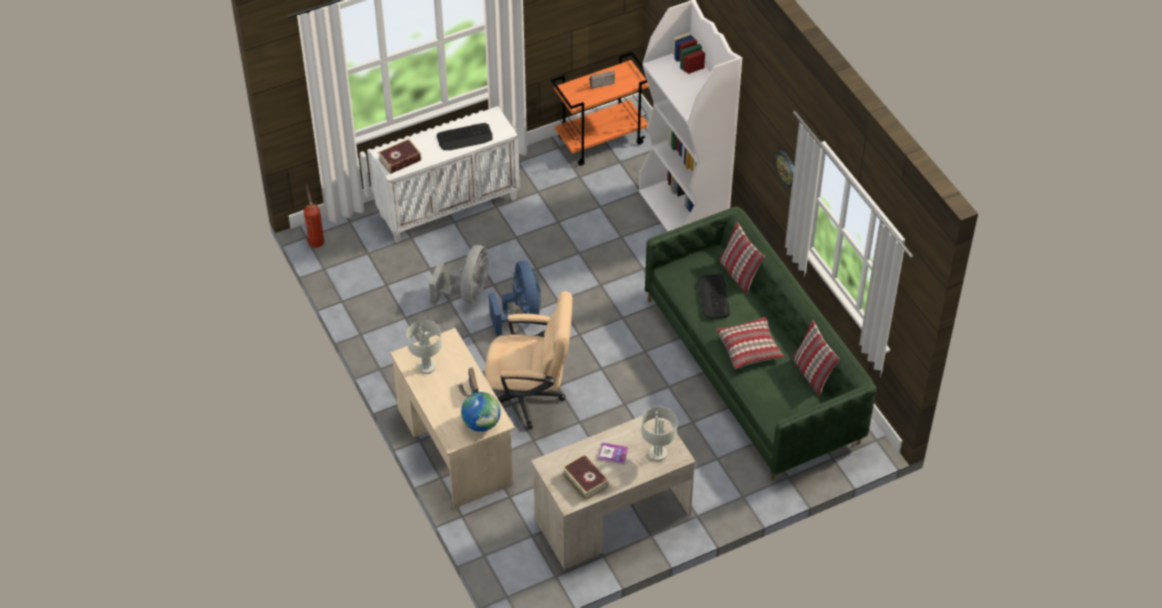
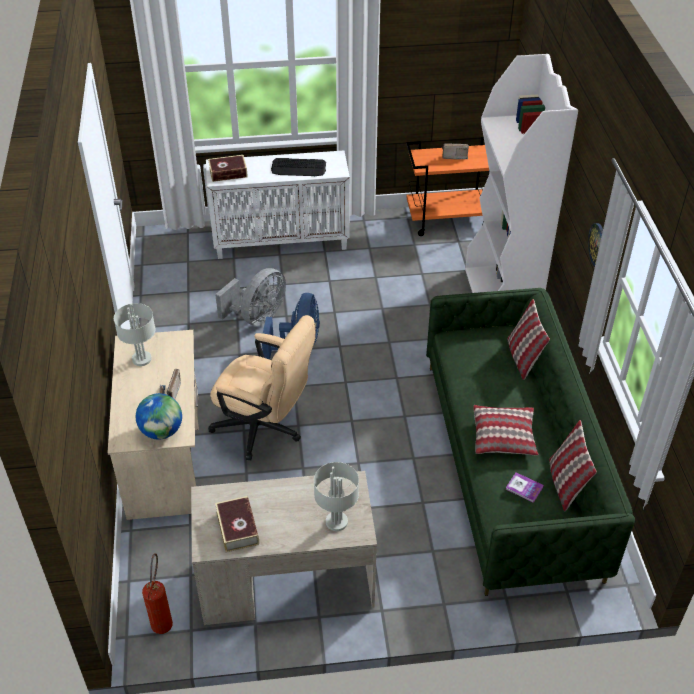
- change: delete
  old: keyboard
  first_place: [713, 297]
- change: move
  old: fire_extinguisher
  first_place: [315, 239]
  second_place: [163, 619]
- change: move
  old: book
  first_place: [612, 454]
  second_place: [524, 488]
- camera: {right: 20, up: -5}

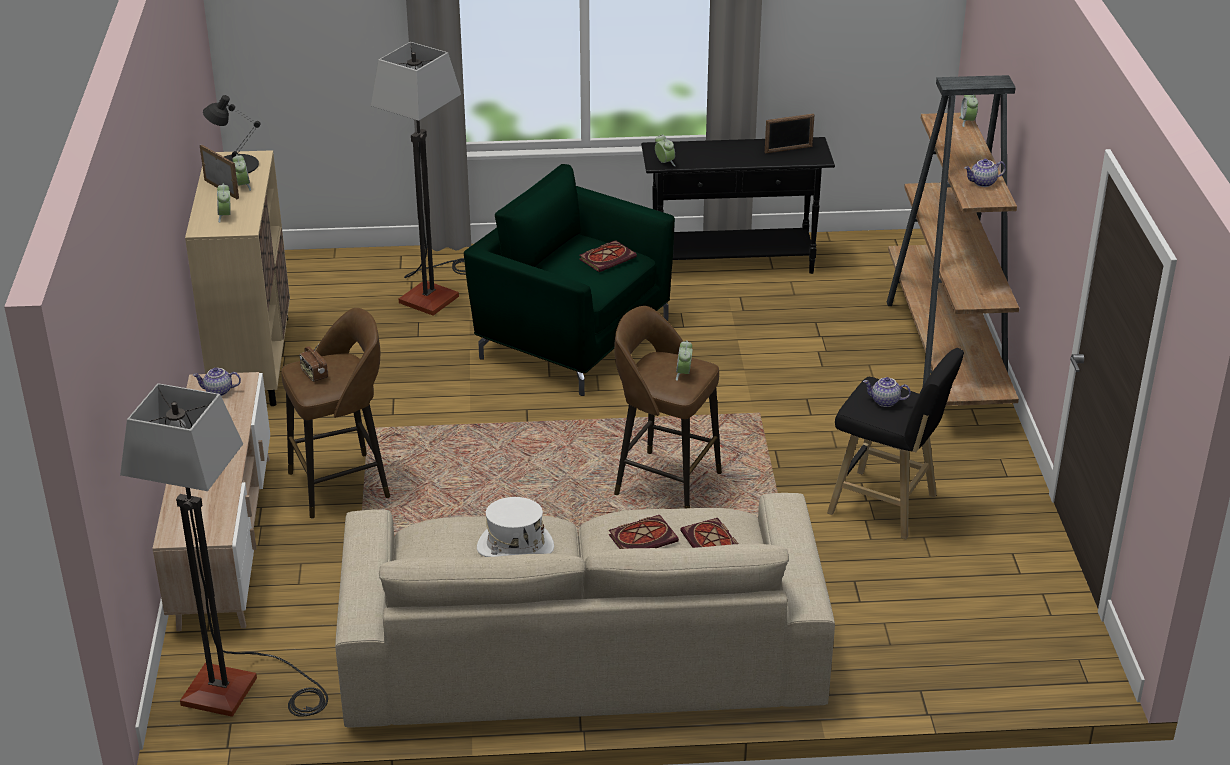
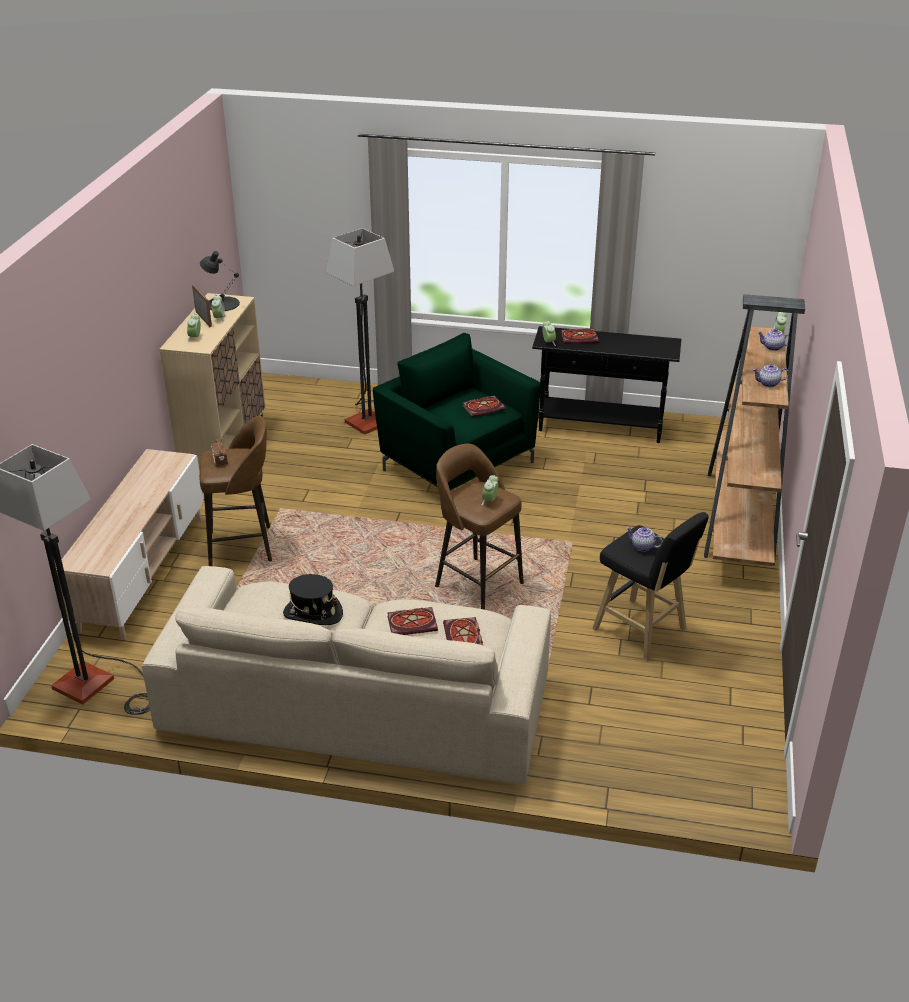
- change: delete
  old: picture_frame
  first_place: [788, 149]
- change: insert
  new: book
  second_place: [580, 337]
- change: move
  old: teapot
  first_place: [218, 391]
  second_place: [772, 347]
- change: recolor
  old: white_hat
  new: black_hat
  first_place: [515, 547]
  second_place: [312, 613]
- camera: {right: 15, up: 0}

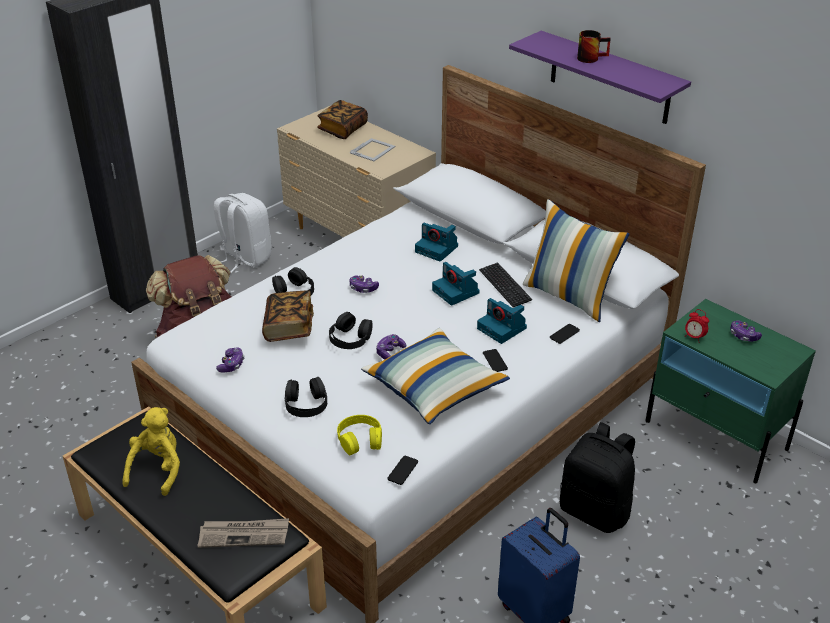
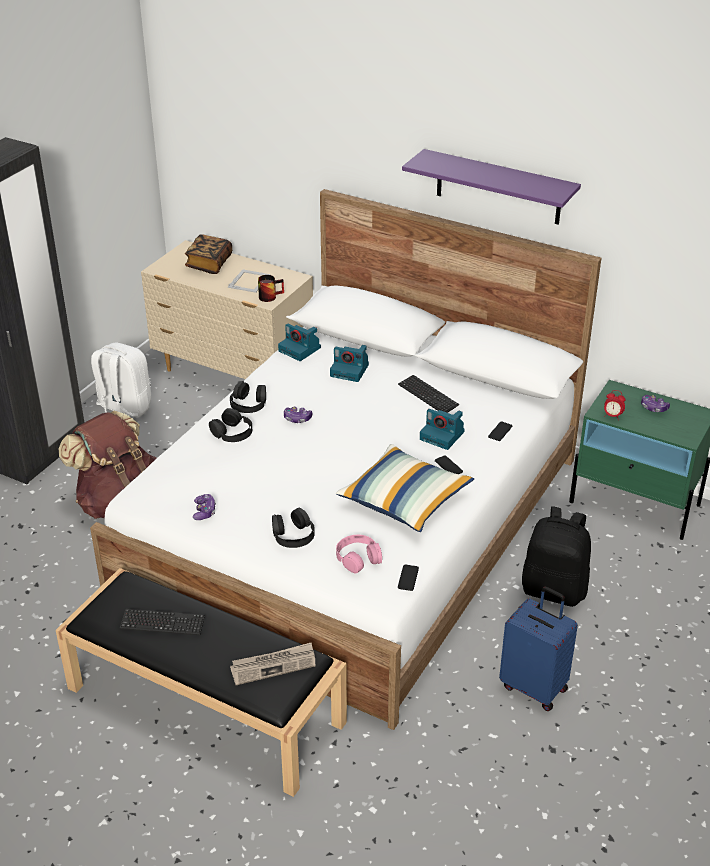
- change: delete
  old: book
  first_place: [289, 327]
- change: delete
  old: game_controller
  first_place: [390, 351]
- change: delete
  old: pillow
  first_place: [569, 296]
- change: move
  old: black_headphones
  first_place: [350, 338]
  second_place: [248, 403]
- change: move
  old: photo_camera
  first_place: [456, 292]
  second_place: [300, 349]
- change: move
  old: mug
  first_place: [591, 57]
  second_place: [270, 296]
- change: replace
  old: yellow_plush_toy
  new: keyboard
  first_place: [158, 469]
  second_place: [162, 623]
- change: recolor
  old: yellow_headphones
  new: pink_headphones
  first_place: [360, 440]
  second_place: [358, 558]
- camera: {right: -15, up: 0}

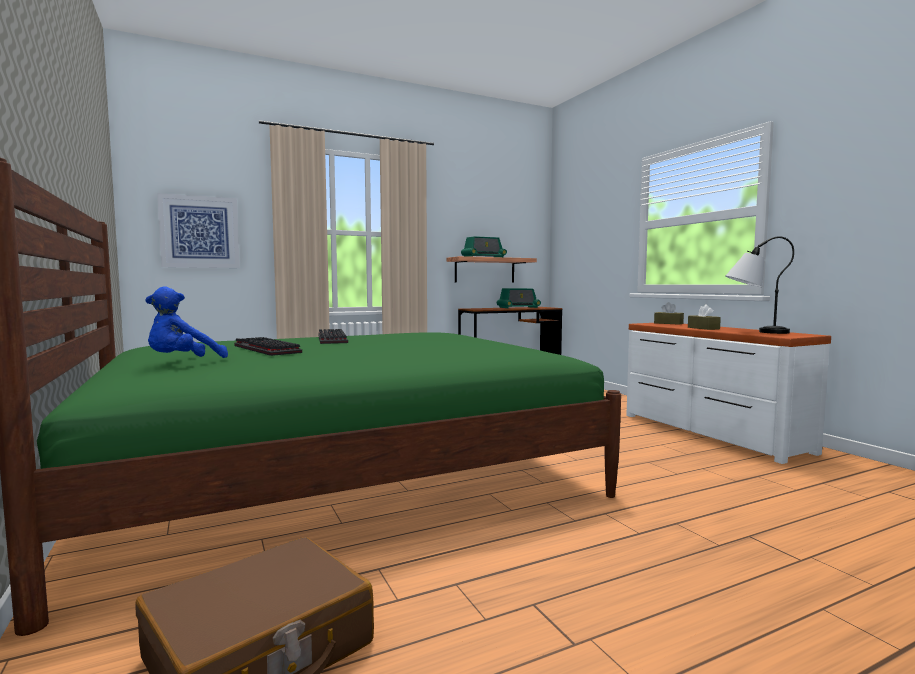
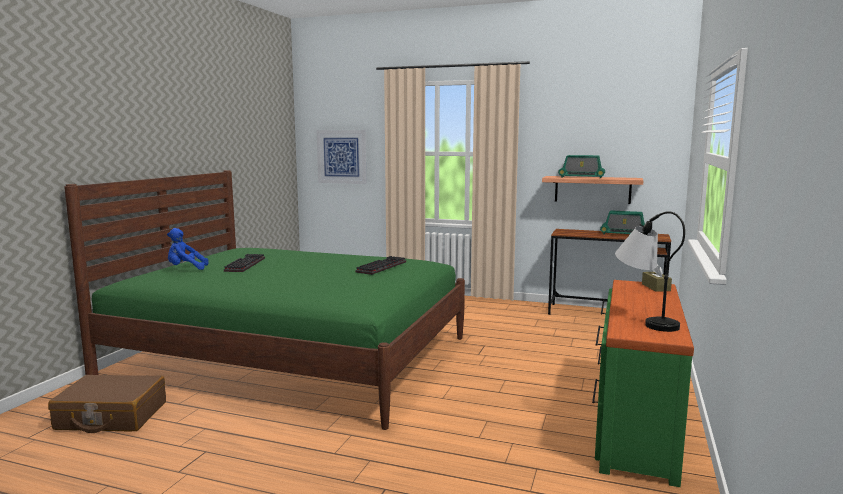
- change: delete
  old: brown_tissue_box
  first_place: [703, 328]
- change: move
  old: keyboard
  first_place: [330, 339]
  second_place: [381, 267]
- change: recolor
  old: white_dresser
  new: green_dresser
  first_place: [709, 433]
  second_place: [634, 423]
- camera: {right: 45, up: 5}

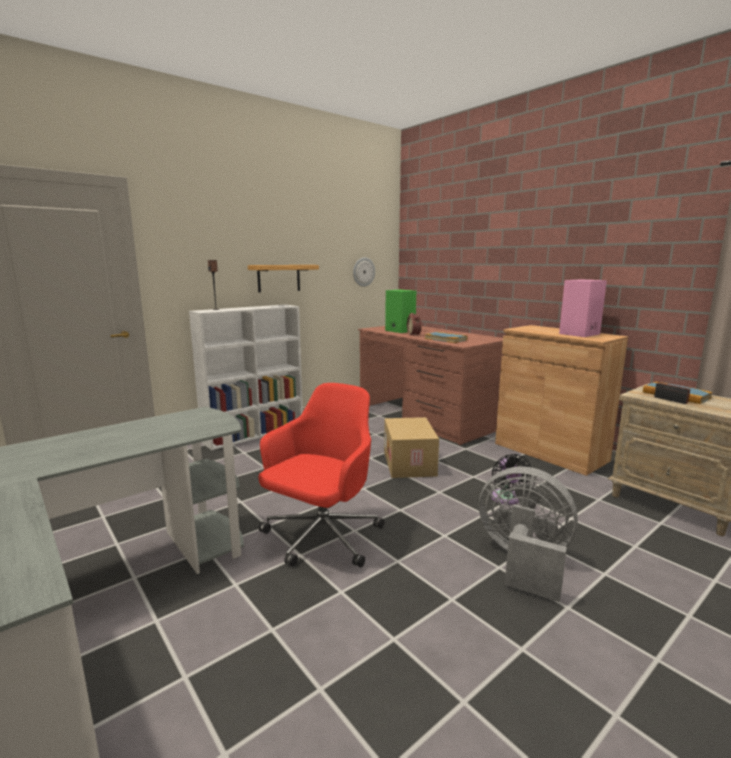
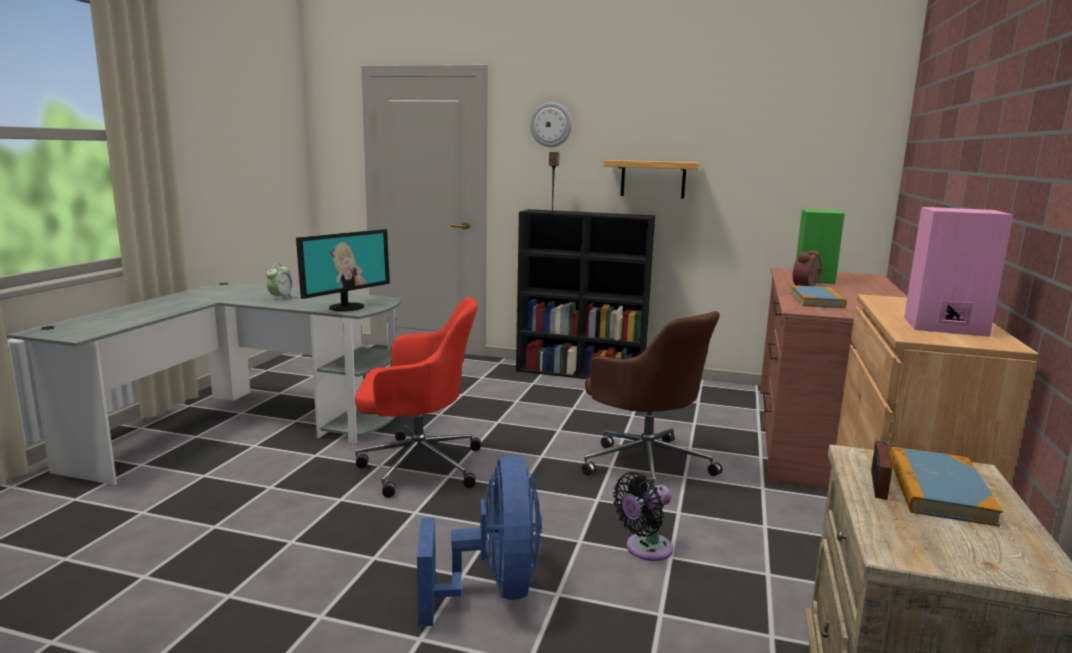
- change: insert
  new: alarm_clock
  second_place: [280, 298]
- change: insert
  new: monitor
  second_place: [346, 307]
- change: move
  old: wall_clock
  first_place: [363, 272]
  second_place: [551, 124]
- change: replace
  old: cardboard_box
  new: brown_office_chair
  first_place: [410, 464]
  second_place: [645, 464]
- change: recolor
  old: white_bookcase
  new: black_bookcase
  first_place: [255, 433]
  second_place: [581, 373]
- change: recolor
  old: grey_fan
  new: blue_fan
  first_place: [523, 561]
  second_place: [493, 590]
- camera: {right: 55, up: 0}

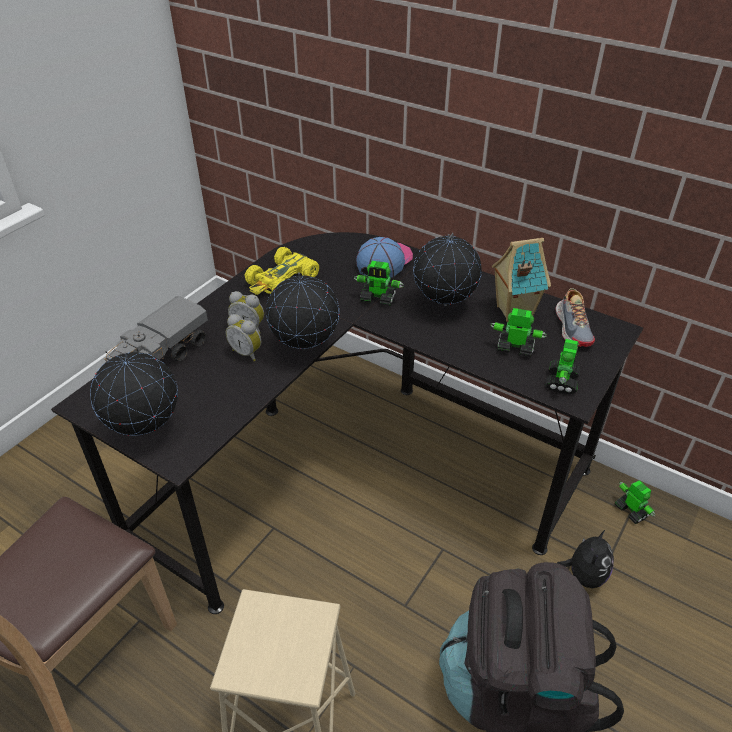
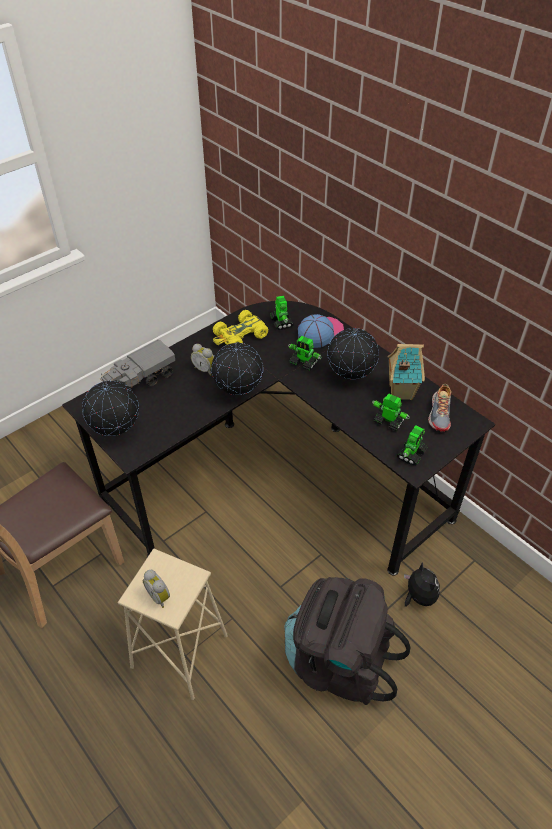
- change: move
  old: alarm_clock
  first_place: [247, 352]
  second_place: [160, 596]
- change: move
  old: toy_robot
  first_place: [631, 510]
  second_place: [281, 322]
- change: rotate
  old: plush_toy
  first_place: [583, 575]
  second_place: [418, 597]
  degrees: -60
- camera: {right: 15, up: 5}

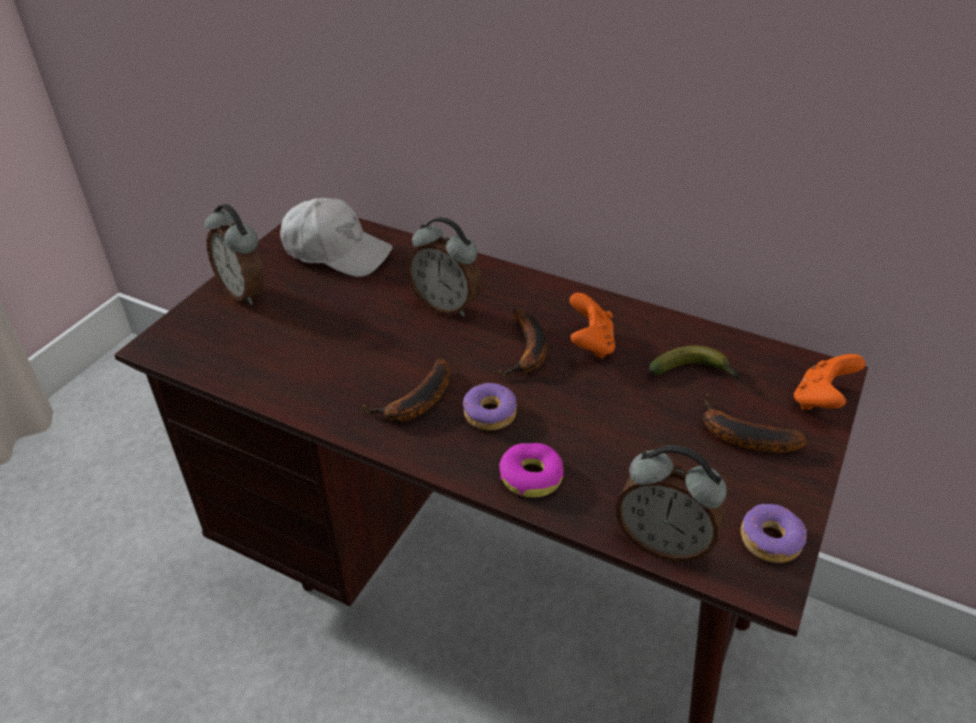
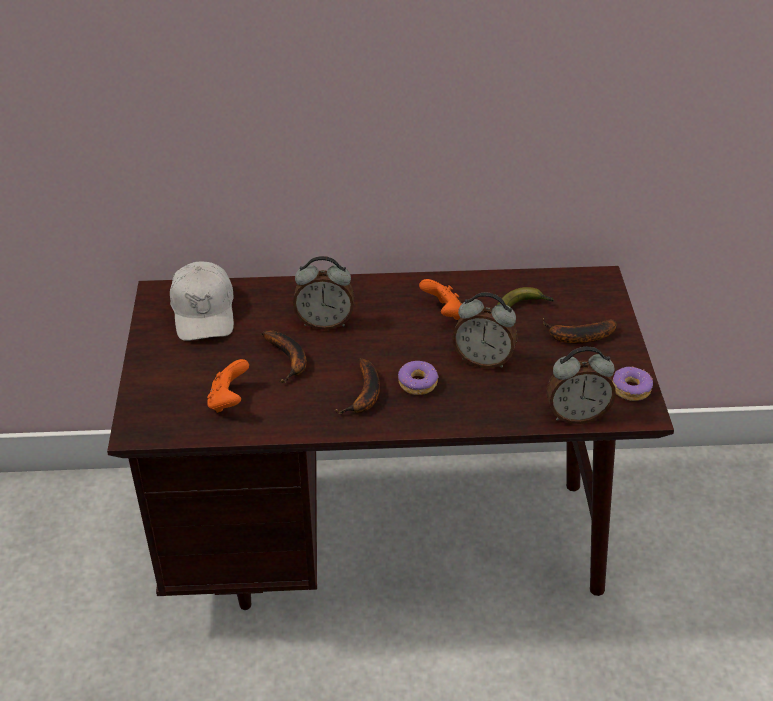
- change: delete
  old: donut
  first_place: [531, 476]
- change: move
  old: alarm_clock
  first_place: [244, 291]
  second_place: [483, 360]
- change: move
  old: banana
  first_place: [528, 352]
  second_place: [289, 360]
- change: move
  old: orange_game_controller
  first_place: [820, 400]
  second_place: [229, 400]
- change: rotate
  old: white_cap
  first_place: [336, 251]
  second_place: [204, 312]
  degrees: 90
- camera: {right: -30, up: 0}

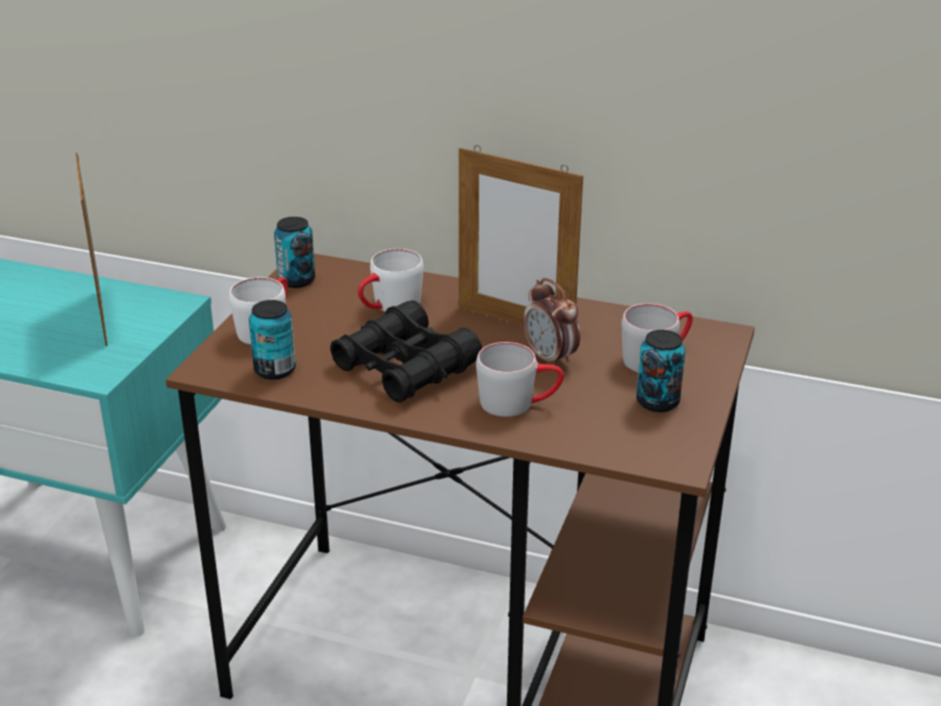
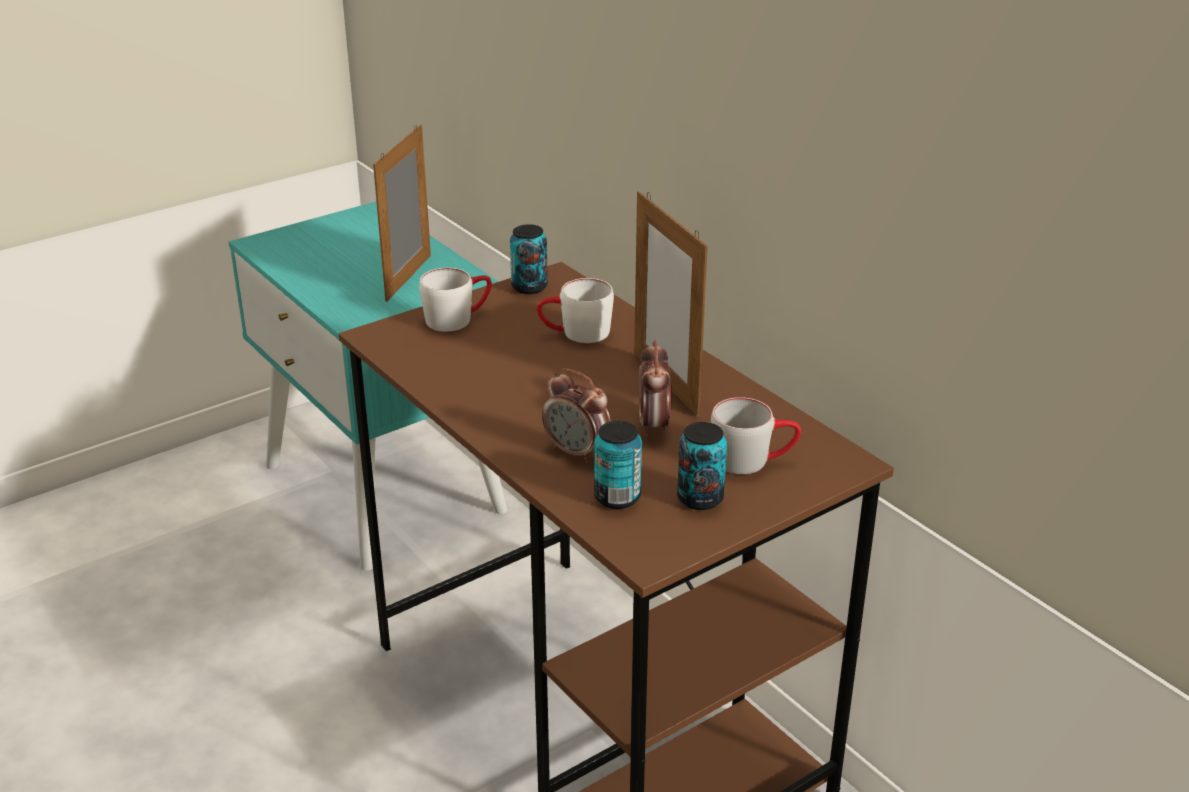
- change: delete
  old: black_binoculars
  first_place: [405, 367]
- change: move
  old: can
  first_place: [275, 370]
  second_place: [617, 497]
- change: replace
  old: grey_mug
  new: alarm_clock
  first_place: [519, 403]
  second_place: [577, 452]
- camera: {right: 35, up: 0}

